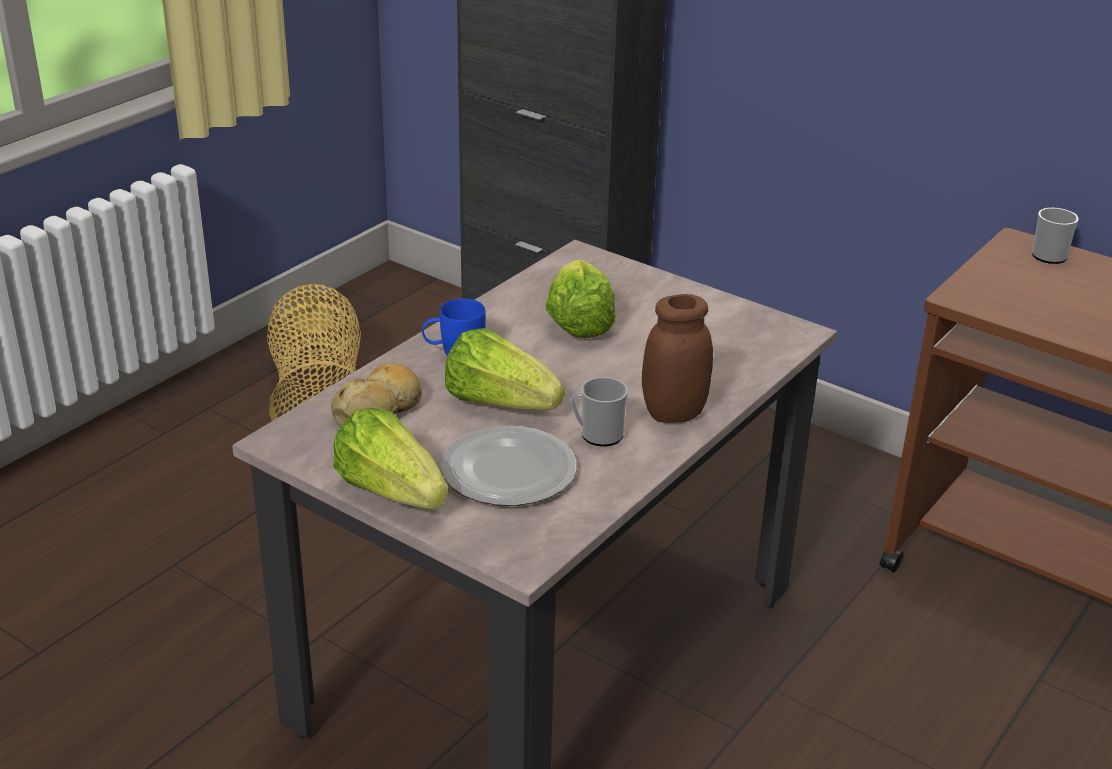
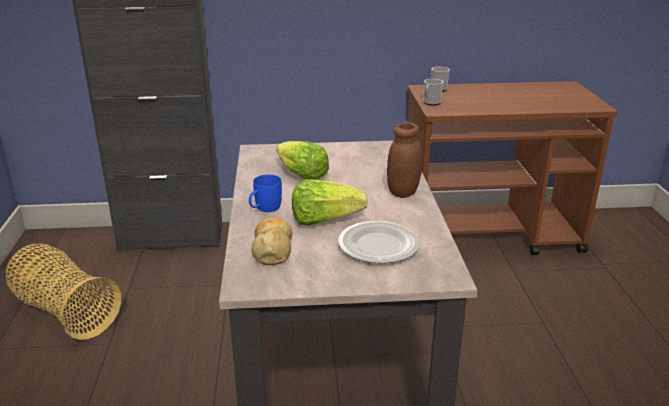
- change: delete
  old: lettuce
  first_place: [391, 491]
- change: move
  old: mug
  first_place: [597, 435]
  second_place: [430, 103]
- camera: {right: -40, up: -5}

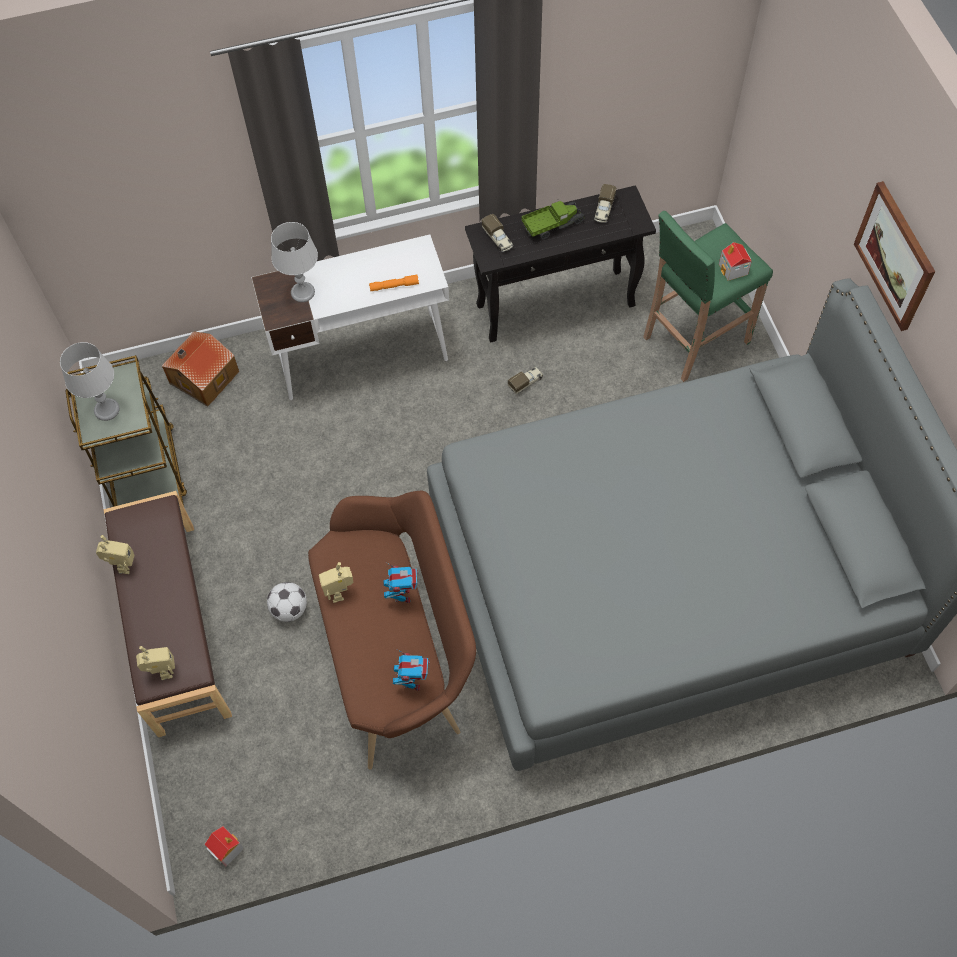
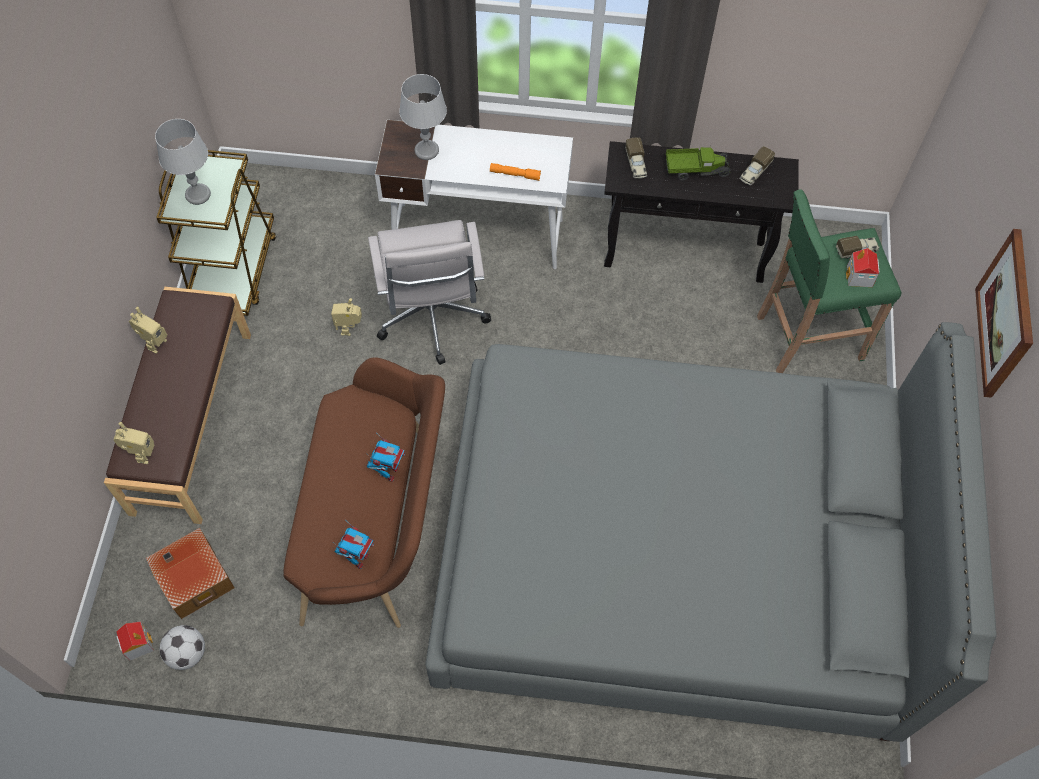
- change: insert
  new: white_office_chair
  second_place: [432, 320]
- change: move
  old: toy_house
  first_place: [202, 377]
  second_place: [193, 579]
- change: move
  old: football
  first_place: [289, 609]
  second_place: [187, 653]
- change: move
  old: toy_robot
  first_place: [340, 592]
  second_place: [350, 329]
- change: move
  old: toy_truck
  first_place: [526, 382]
  second_place: [856, 250]
- camera: {right: 20, up: 0}

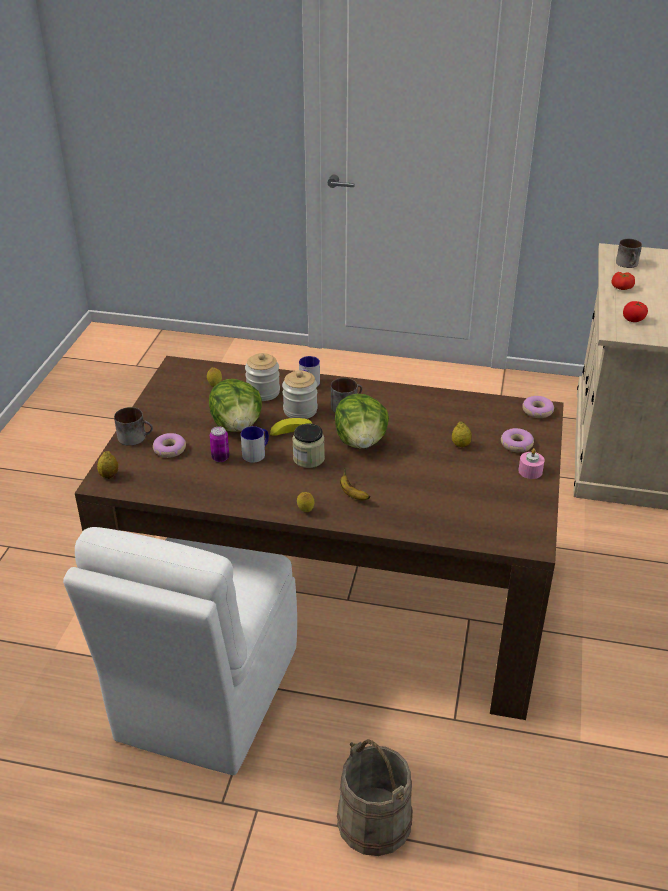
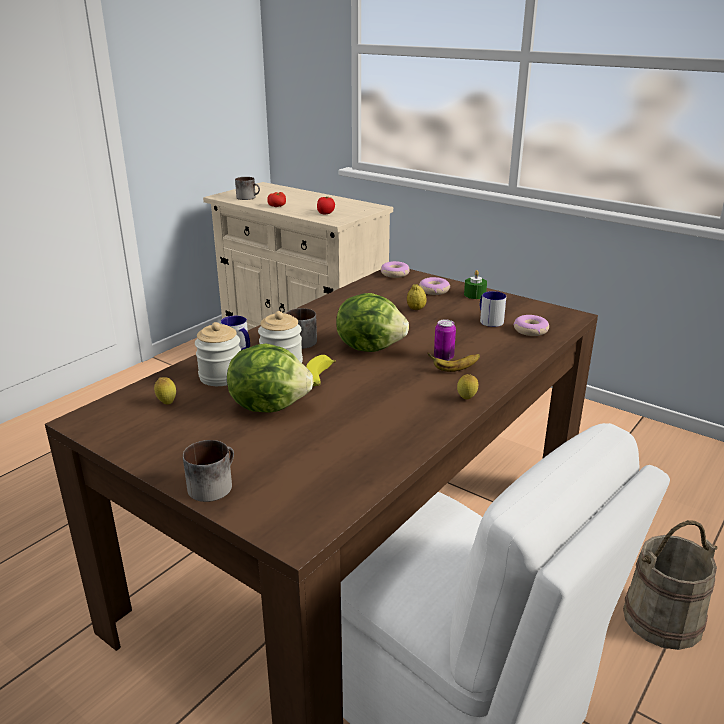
- change: delete
  old: lemon
  first_place: [109, 475]
- change: delete
  old: jar
  first_place: [308, 458]
- change: move
  old: donut
  first_place: [169, 449]
  second_place: [530, 330]
- change: move
  old: can
  first_place: [220, 458]
  second_place: [443, 357]
- change: move
  old: mug
  first_place: [257, 453]
  second_place: [489, 320]
- change: recolor
  old: pink_candle
  new: green_candle
  first_place: [530, 471]
  second_place: [474, 295]
- camera: {right: -65, up: -10}

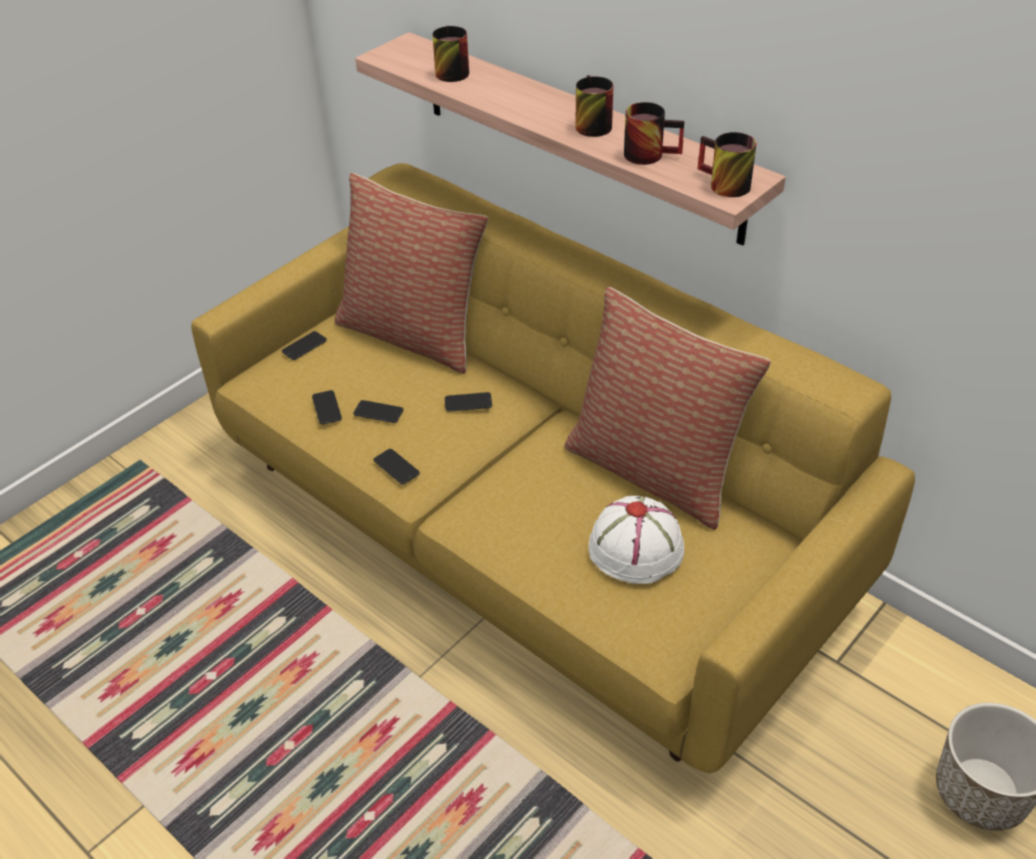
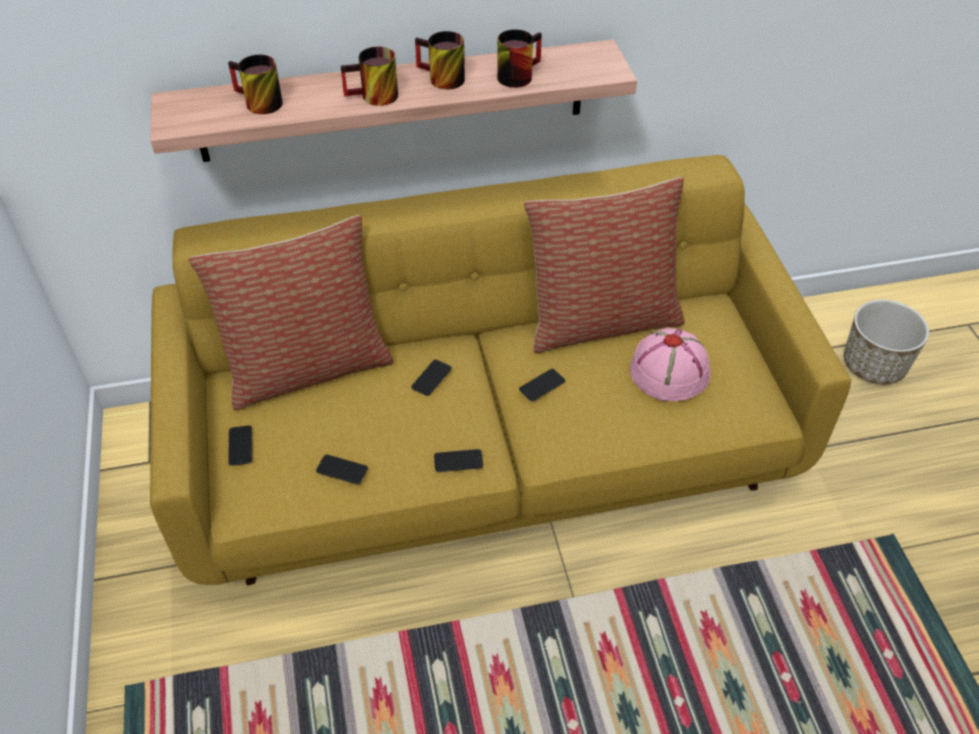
- change: move
  old: phone
  first_place: [378, 412]
  second_place: [542, 385]
- change: move
  old: mug
  first_place: [722, 185]
  second_place: [374, 98]
- change: recolor
  old: white_hat
  new: pink_hat
  first_place: [636, 548]
  second_place: [670, 371]
- camera: {right: -55, up: 5}

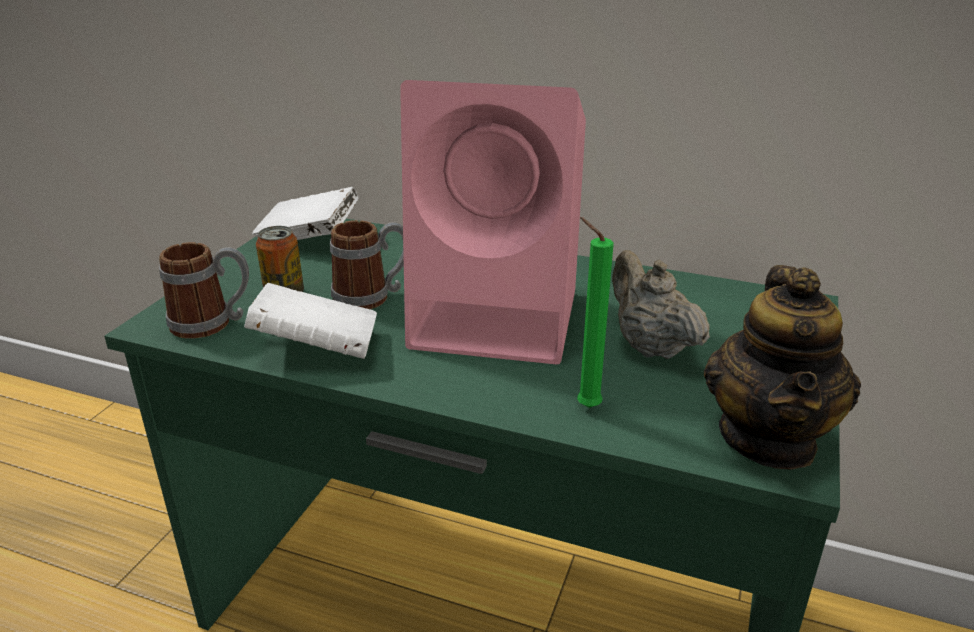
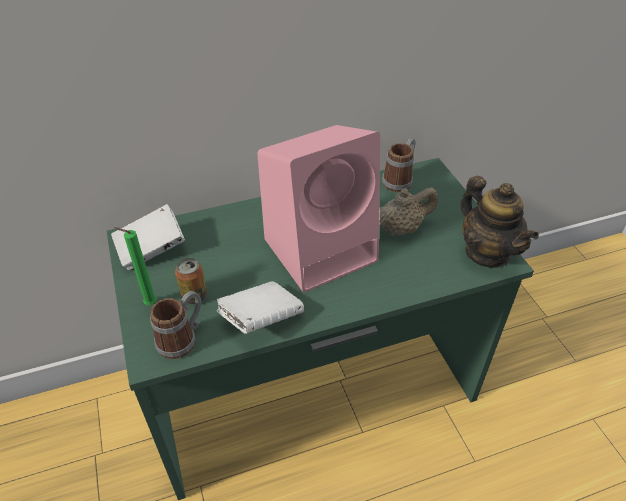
- change: move
  old: mug
  first_place: [372, 296]
  second_place: [399, 180]
- change: move
  old: green_candle
  first_place: [584, 406]
  second_place: [148, 304]
- change: rotate
  old: beige_teapot
  first_place: [650, 346]
  second_place: [401, 229]
  degrees: 135
- camera: {right: -40, up: 15}

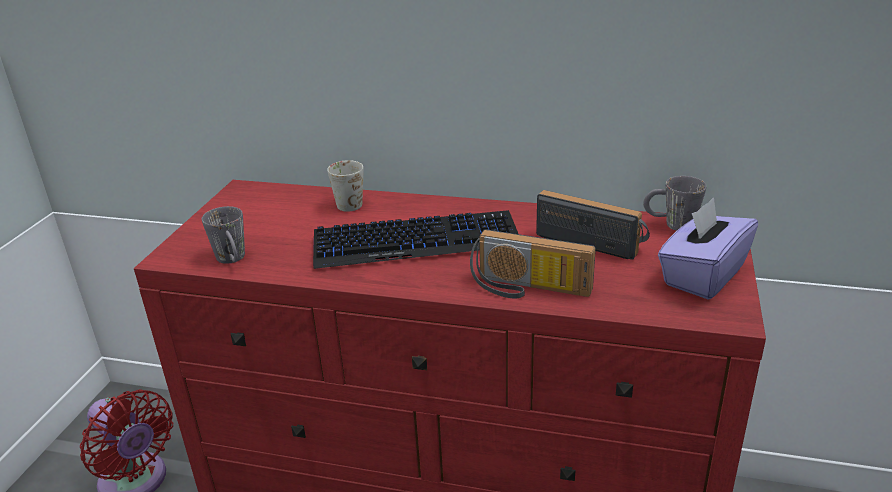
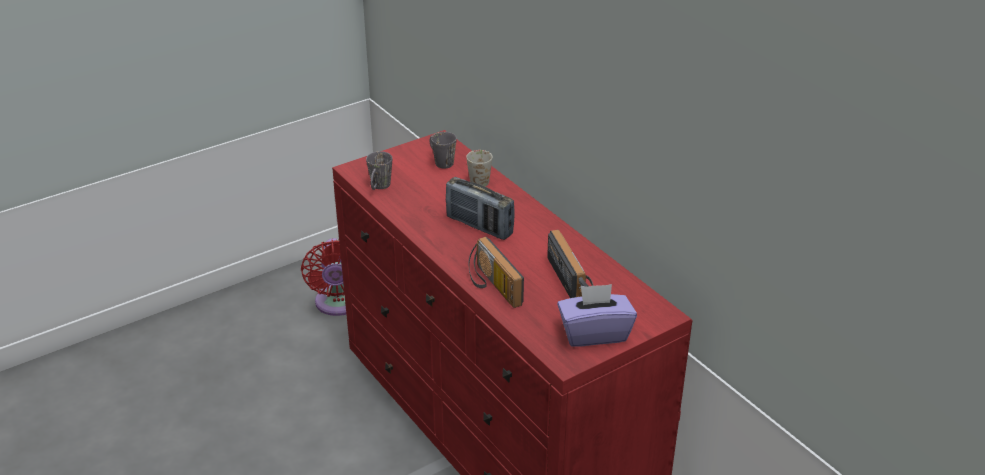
- change: move
  old: grey_mug
  first_place: [670, 224]
  second_place: [440, 161]
- change: replace
  old: keyboard
  new: radio
  first_place: [416, 242]
  second_place: [479, 226]
- camera: {right: 40, up: 5}

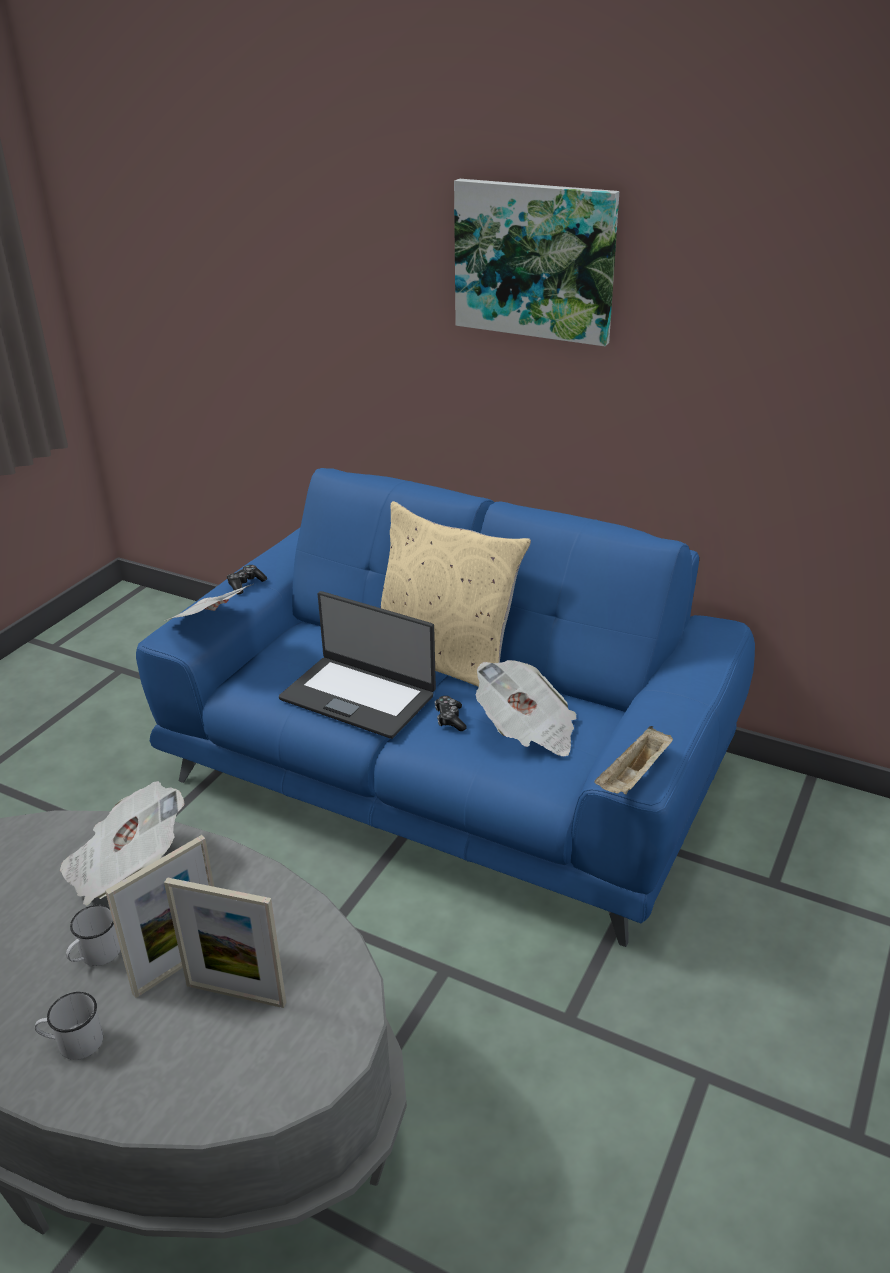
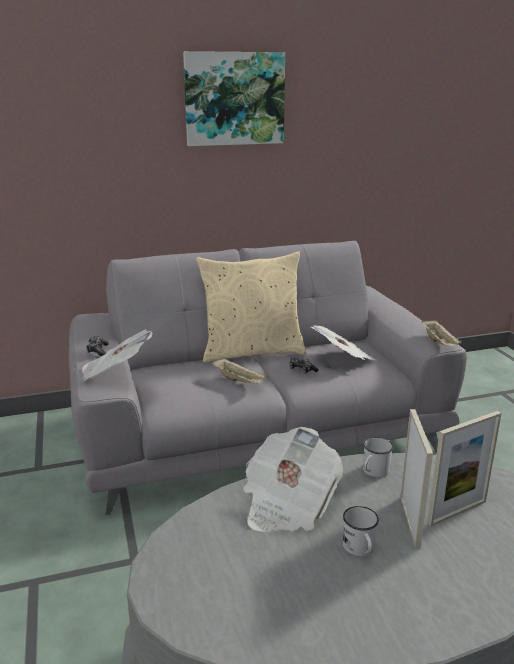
- change: move
  old: white_mug
  first_place: [73, 1042]
  second_place: [373, 472]
- change: replace
  old: laptop
  new: beige_tray
  first_place: [359, 696]
  second_place: [239, 381]
- change: recolor
  old: blue_sofa
  new: grey_sofa
  first_place: [448, 773]
  second_place: [257, 430]
- camera: {right: -45, up: -10}

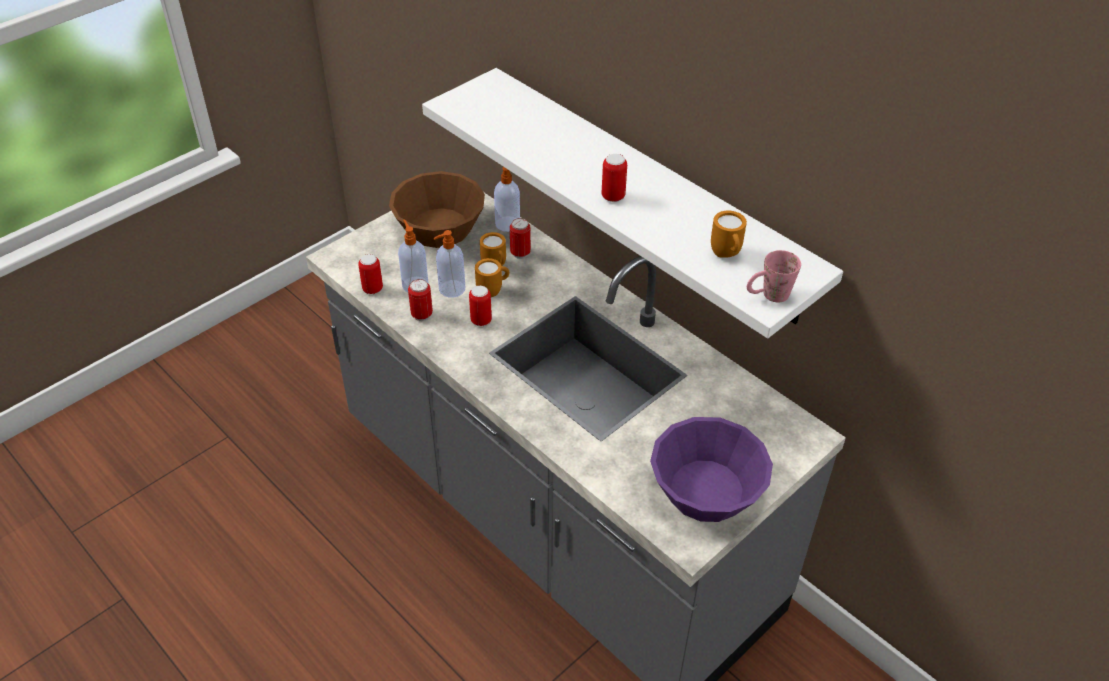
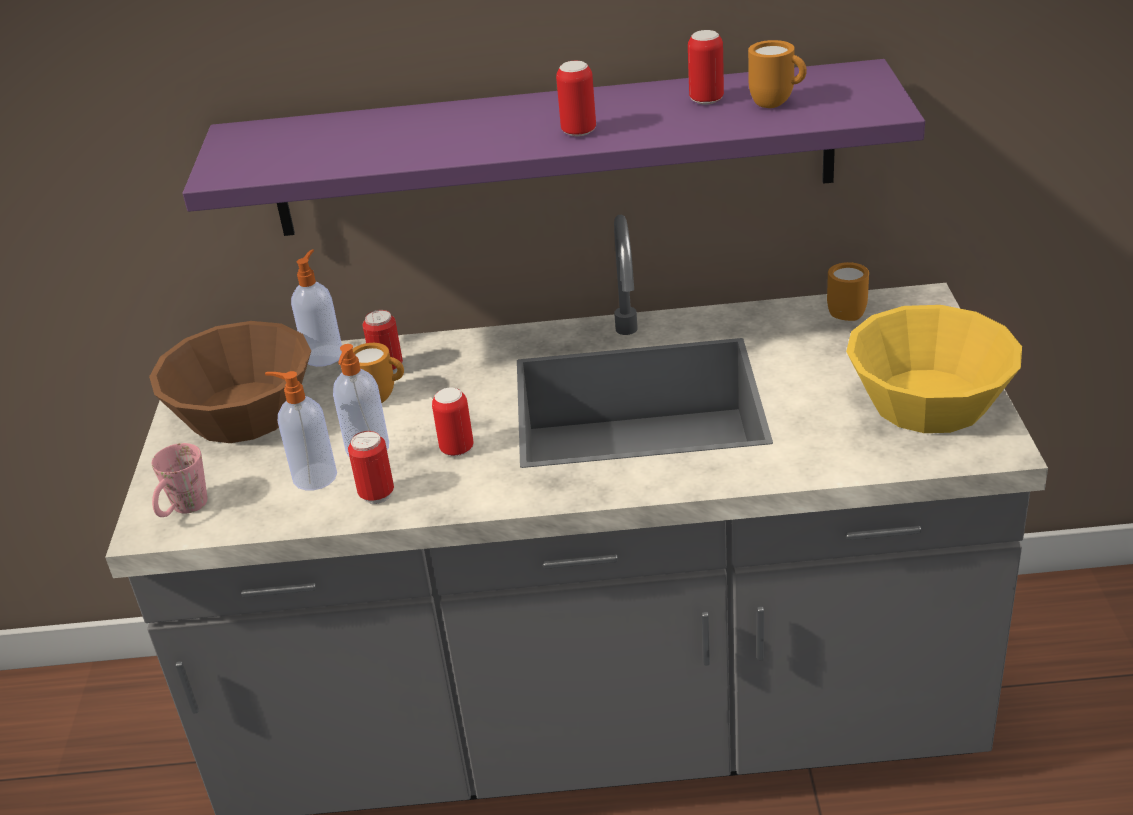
- change: move
  old: can
  first_place: [372, 289]
  second_place: [706, 99]
- change: move
  old: orange_mug
  first_place: [493, 291]
  second_place: [848, 313]
- change: move
  old: pink_mug
  first_place: [768, 296]
  second_place: [183, 510]
- change: recolor
  old: white_shelf
  new: purple_shelf
  first_place: [648, 193]
  second_place: [552, 150]
- change: recolor
  old: purple_bowl
  new: yellow_bowl
  first_place: [707, 490]
  second_place: [930, 400]
- camera: {right: -45, up: -10}

